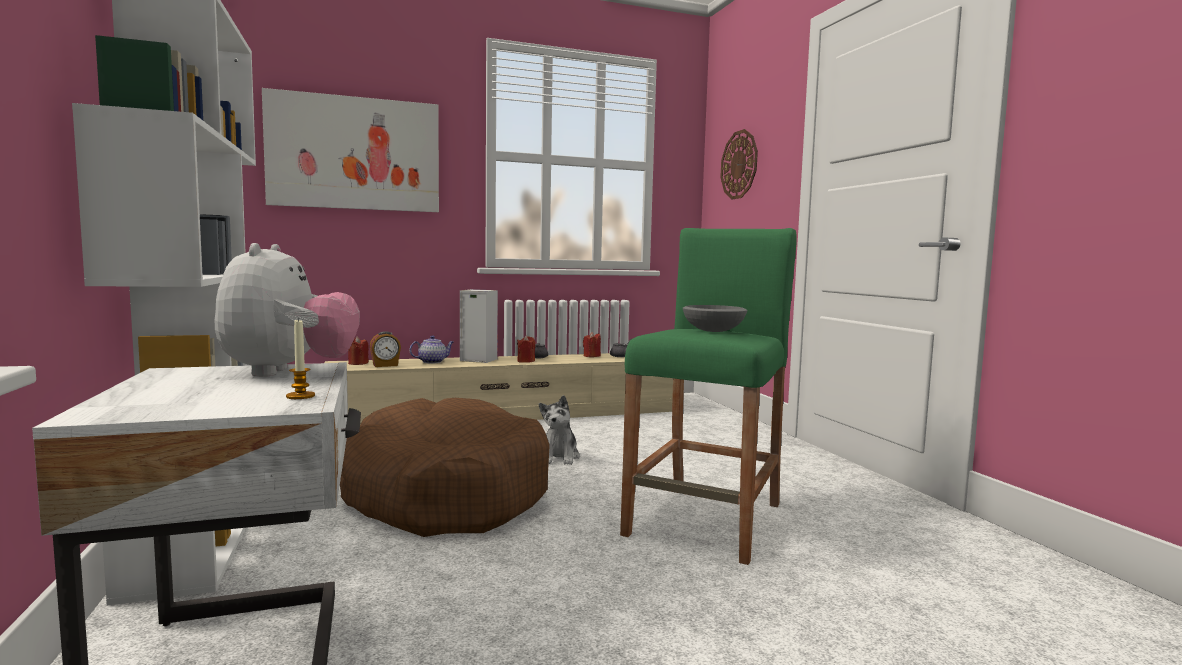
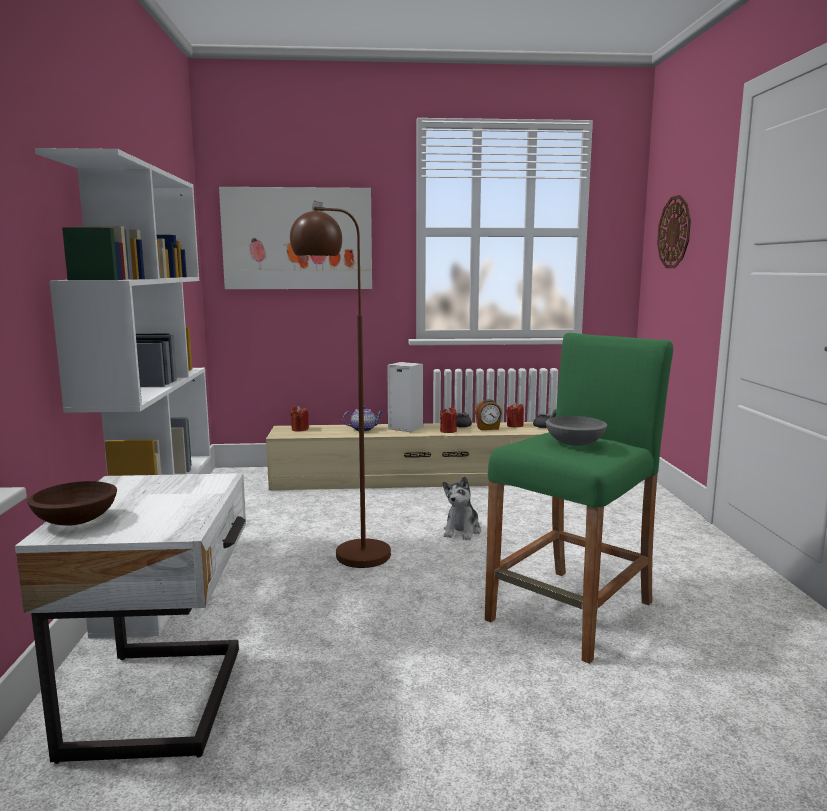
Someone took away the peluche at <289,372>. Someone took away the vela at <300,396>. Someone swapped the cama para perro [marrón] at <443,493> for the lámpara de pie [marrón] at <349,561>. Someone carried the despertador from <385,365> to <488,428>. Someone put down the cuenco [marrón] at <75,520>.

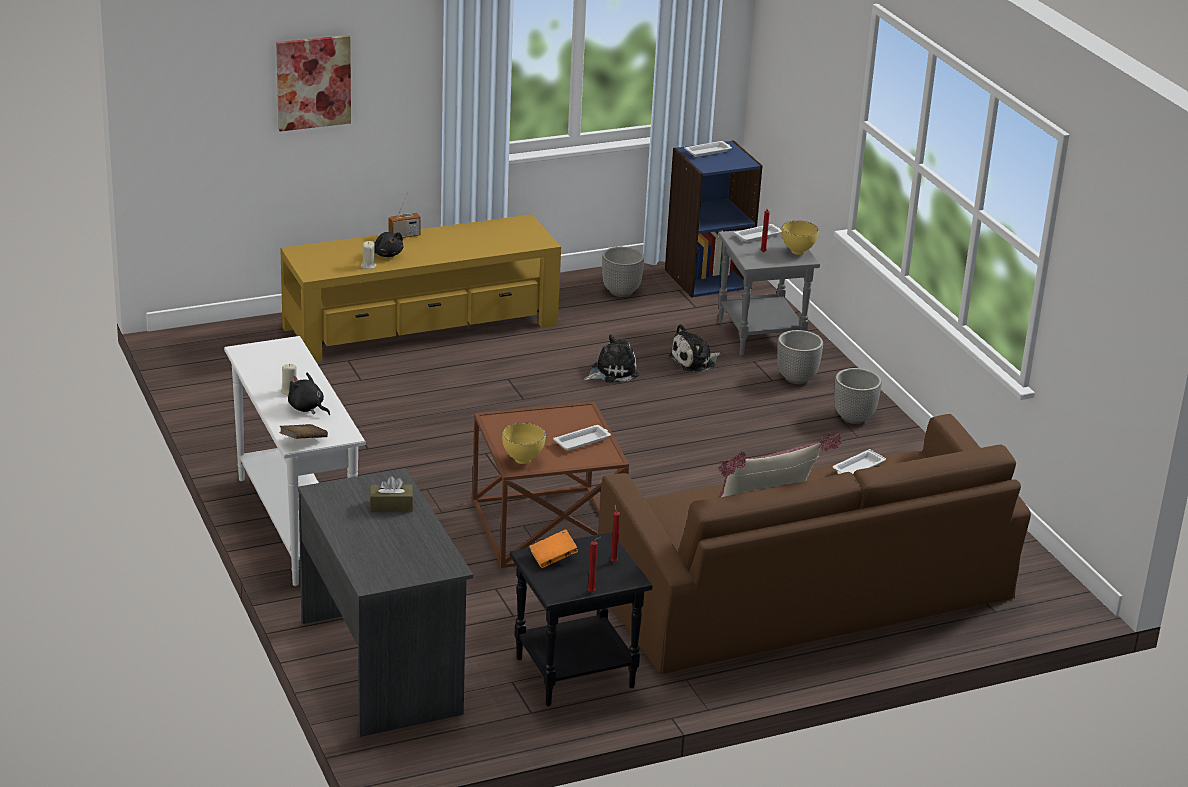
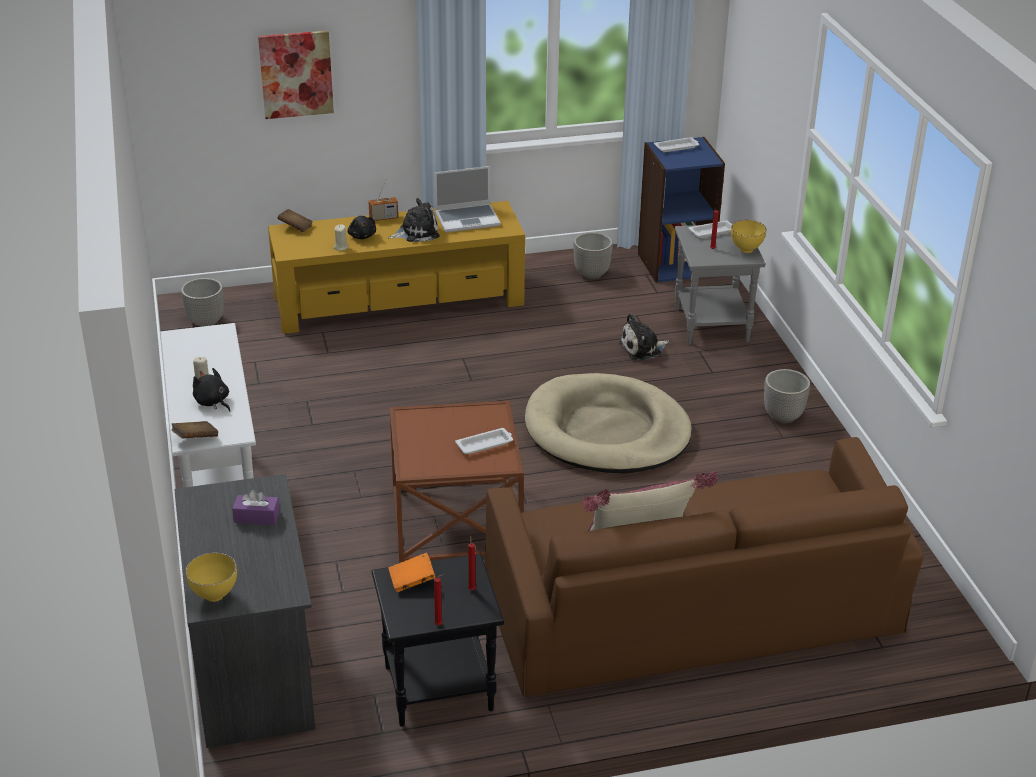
Someone repainted the caja de pañuelos [marrón] at <391,506>, which became the caja de pañuelos [morado] at <257,517>. Someone carried the cuenco [amarillo] from <522,461> to <213,596>. Someone carried the peluche from <611,372> to <416,232>. Someone carried the maceta from <797,378> to <206,322>. Someone took away the bandeja [blanco] at <857,468>. Someone put down the libro [marrón] at <295,228>. Someone put down the portátil at <468,219>. Someone put down the cama para perro [beis] at <607,431>.

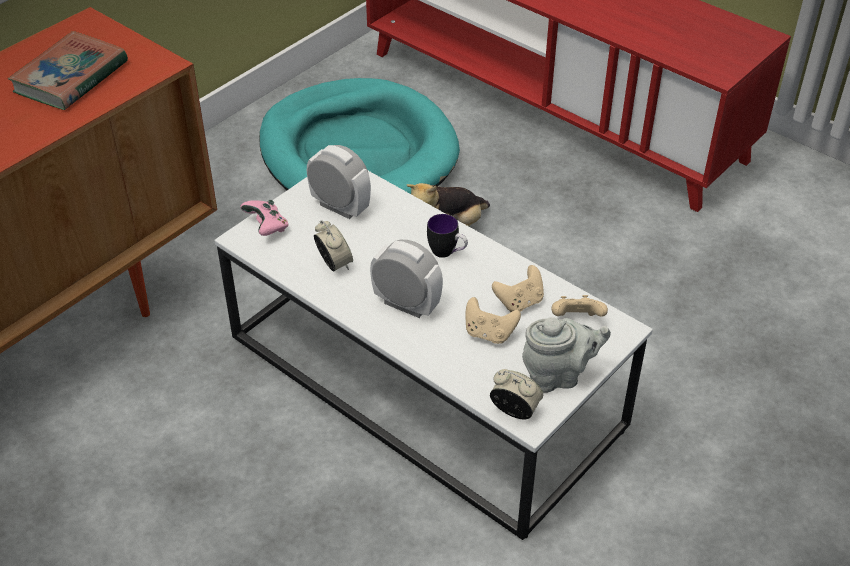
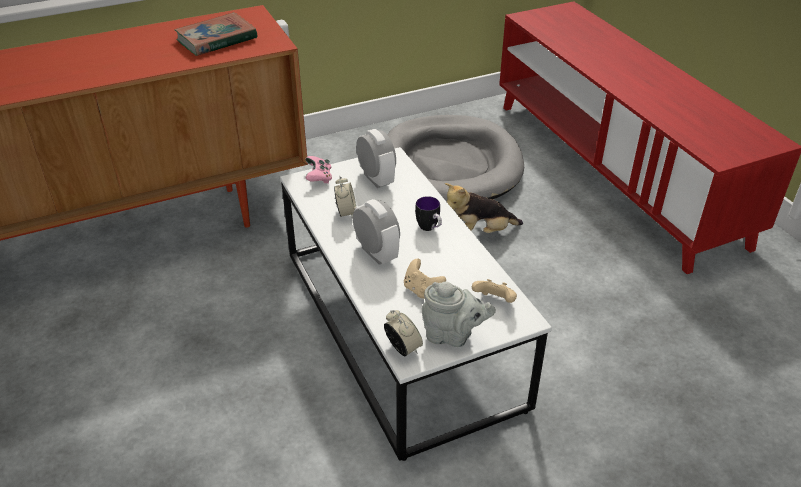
Someone repainted the cama para perro [turquesa] at <358,152>, which became the cama para perro [gris] at <450,165>. Someone took away the mando de consola [beis] at <519,302>.

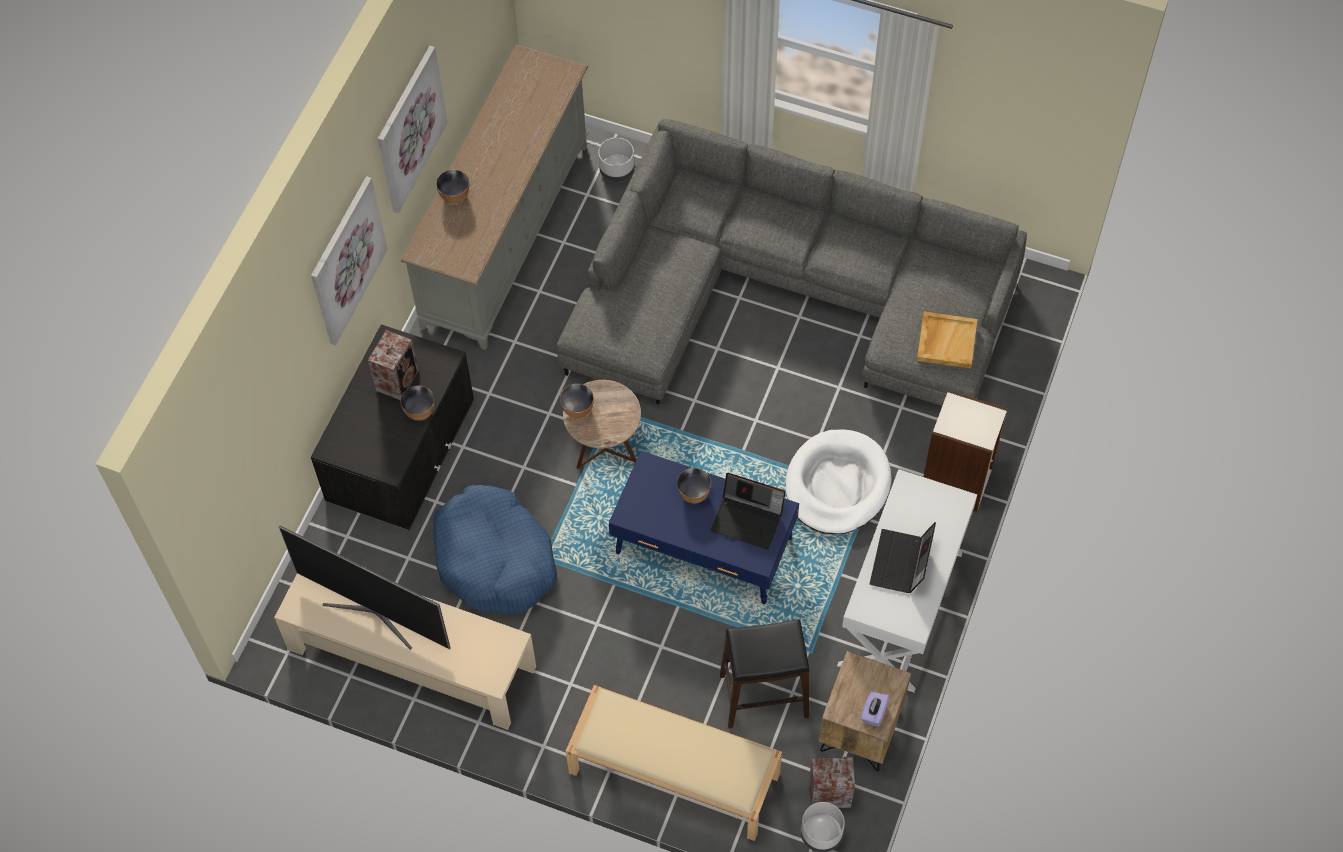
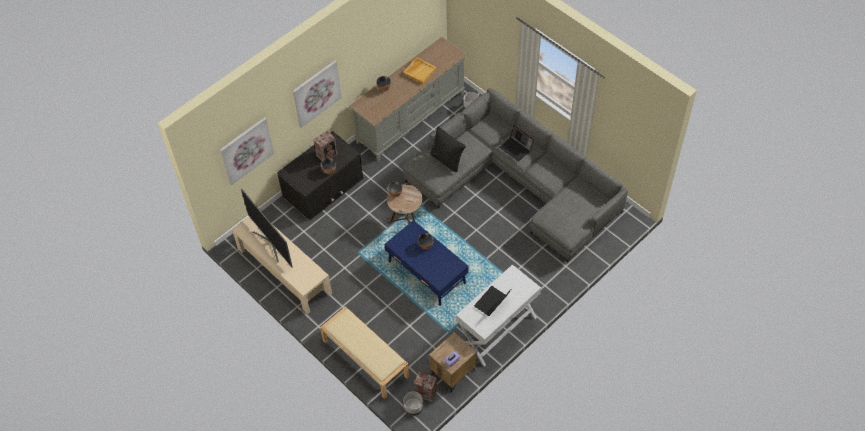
Someone carried the cuadro from <410,129> to <246,150>. Someone took away the cama para perro [azul] at <495,559>. Someone carried the portátil from <748,520> to <516,149>. Someone took away the taburete [negro] at <763,696>. Someone took away the cama para perro [blanco] at <837,485>. Someone carried the bandeja [beis] from <946,341> to <419,71>. Someone took away the estantería at <957,482>. Someone put down the cojín [negro] at <447,161>.

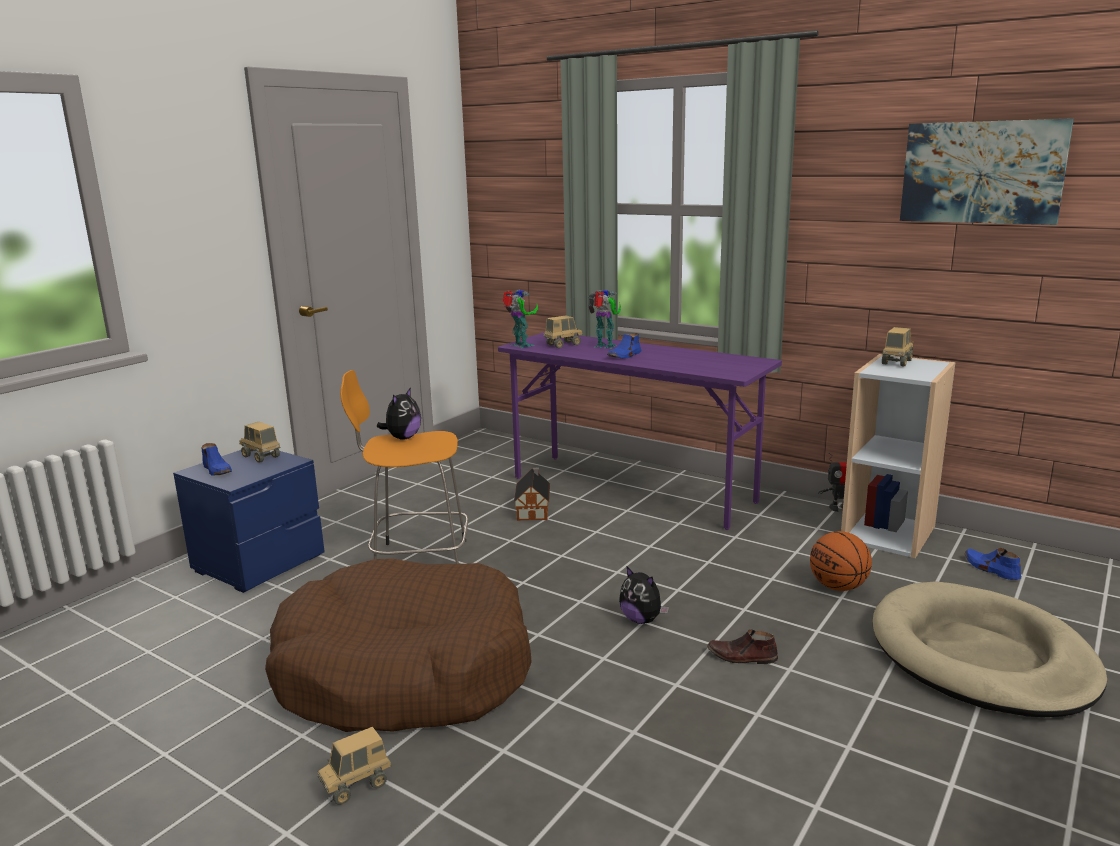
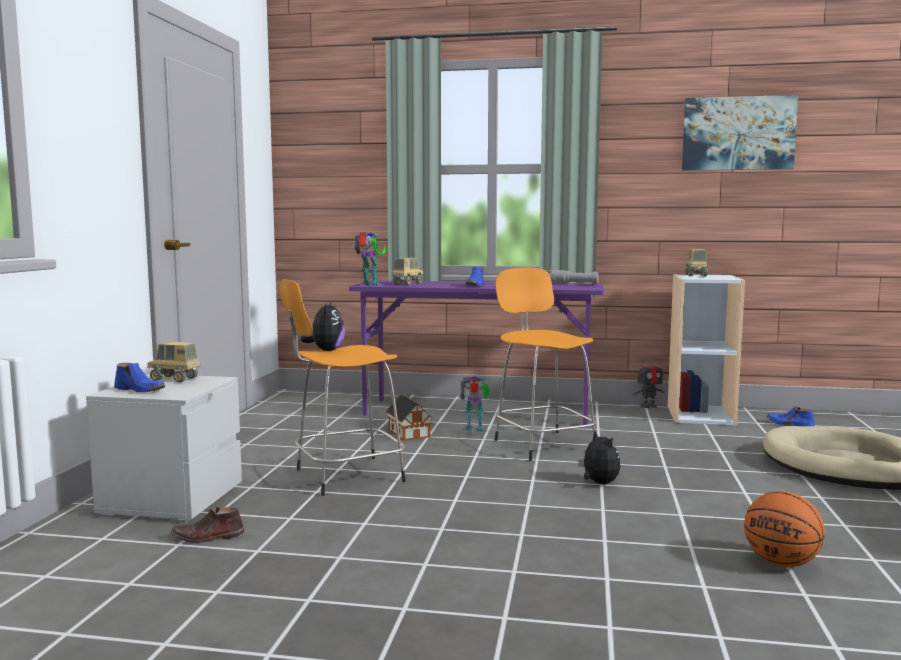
Someone repainted the mesita de noche [azul] at <257,563>, which became the mesita de noche [blanco] at <170,500>. Someone took away the cama para perro [marrón] at <404,672>. Someone took away the camión de juguete at <356,786>. Someone carried the robot de juguete from <605,347> to <475,430>. Someone rotated the peluche at <642,620> by 135 degrees counterclockwise. Someone carried the zapato [marrón] from <742,657> to <207,537>. Someone carried the balón de baloncesto from <838,587> to <781,563>. Someone put down the taburete [naranja] at <542,444>. Someone put down the linterna [gris] at <573,284>.

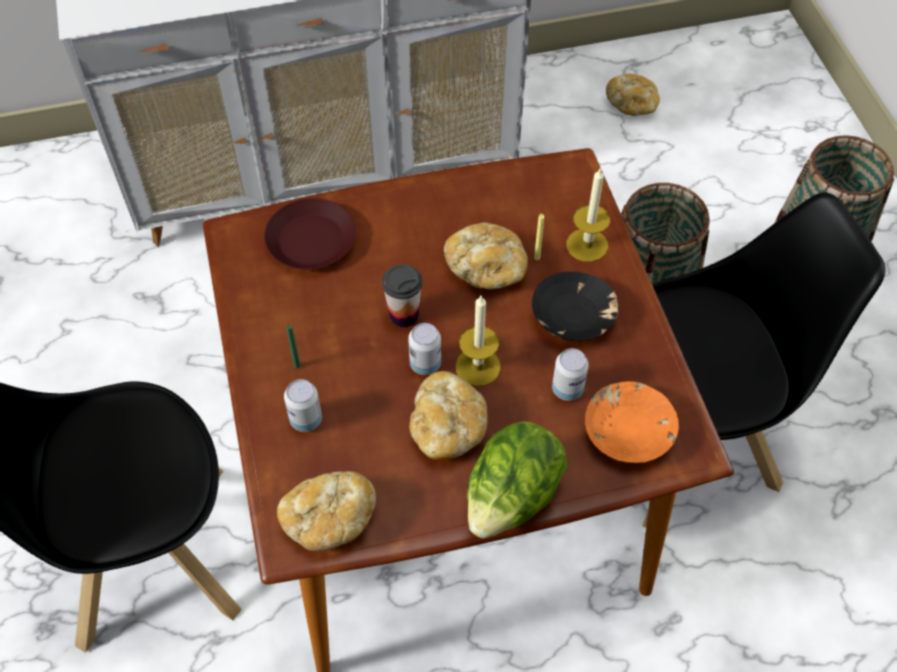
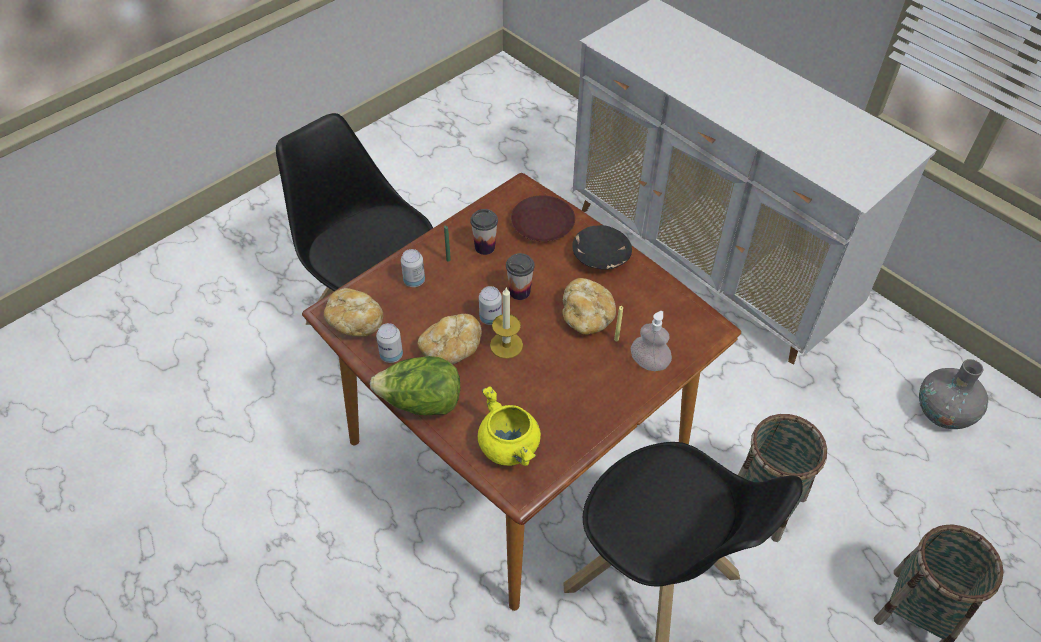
Someone carried the cuenco [negro] from <573,317> to <600,257>. Someone carried the lata from <567,389> to <391,355>. Someone swapped the vela at <587,245> for the dispensador de jabón at <649,362>. Someone swapped the cuenco [naranja] at <629,431> for the olla [amarillo] at <510,447>. Someone swapped the pan at <631,104> for the florero [gris] at <943,413>. Someone put down the taza at <485,247>.

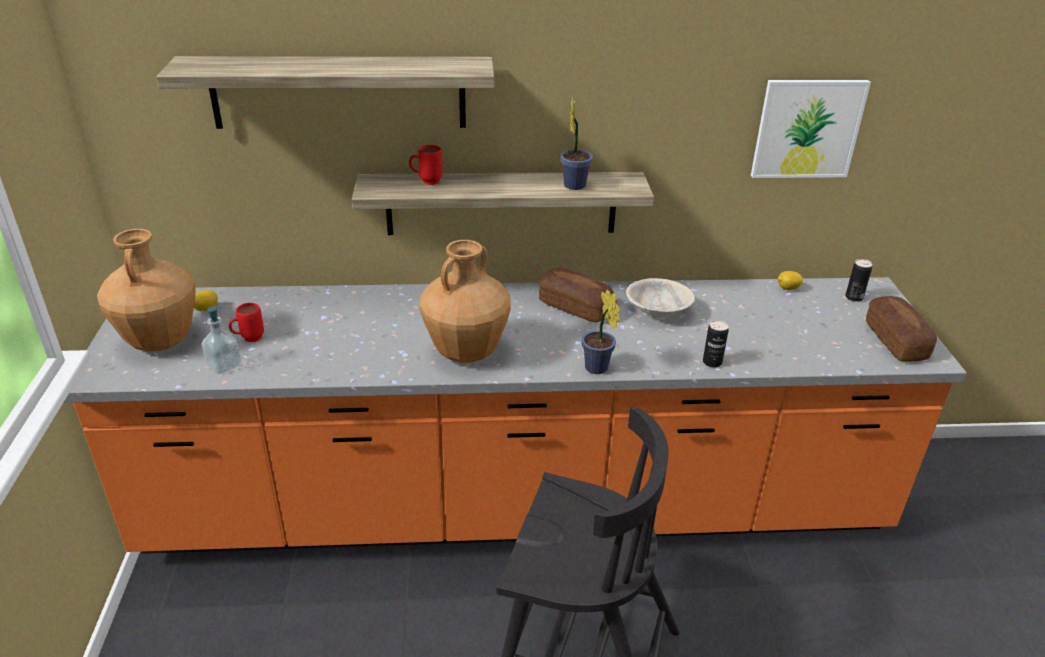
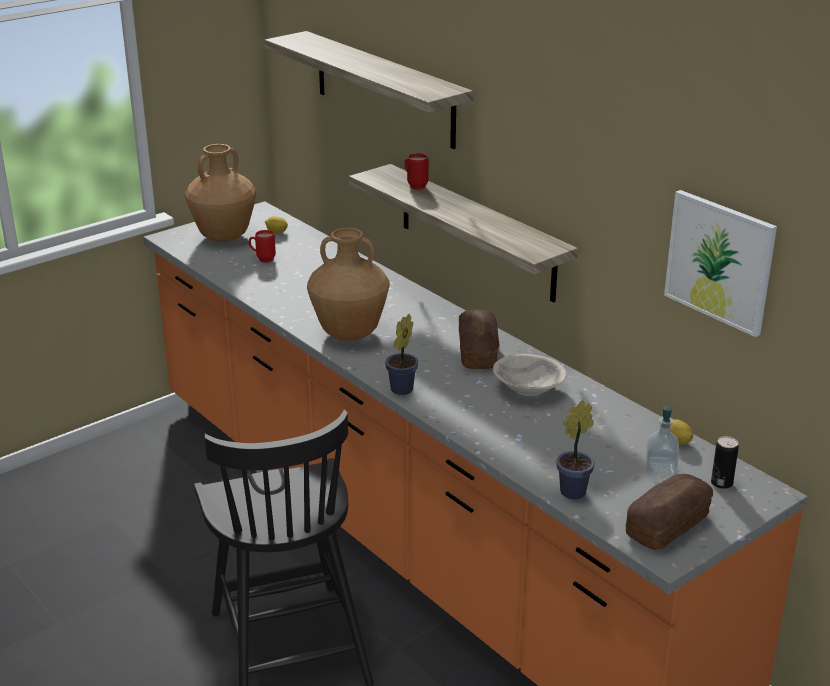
Someone carried the dispensador de jabón from <224,365> to <660,468>. Someone carried the planta en maceta from <574,184> to <575,491>. Someone took away the lata at <712,362>.

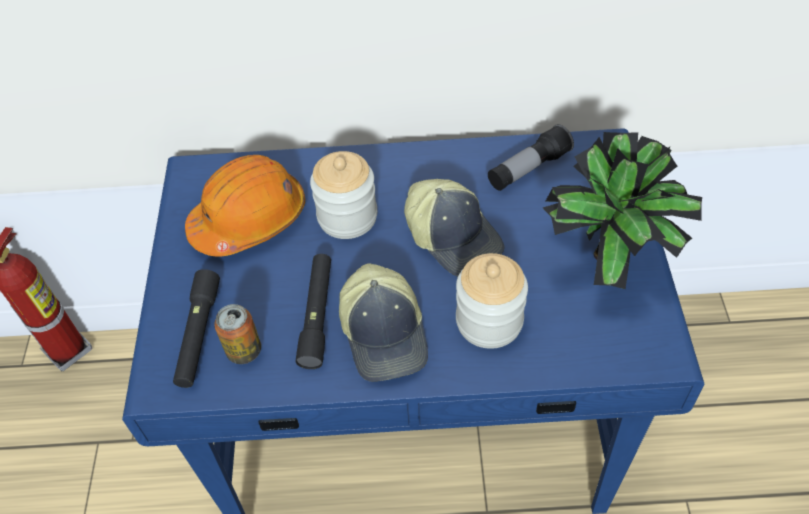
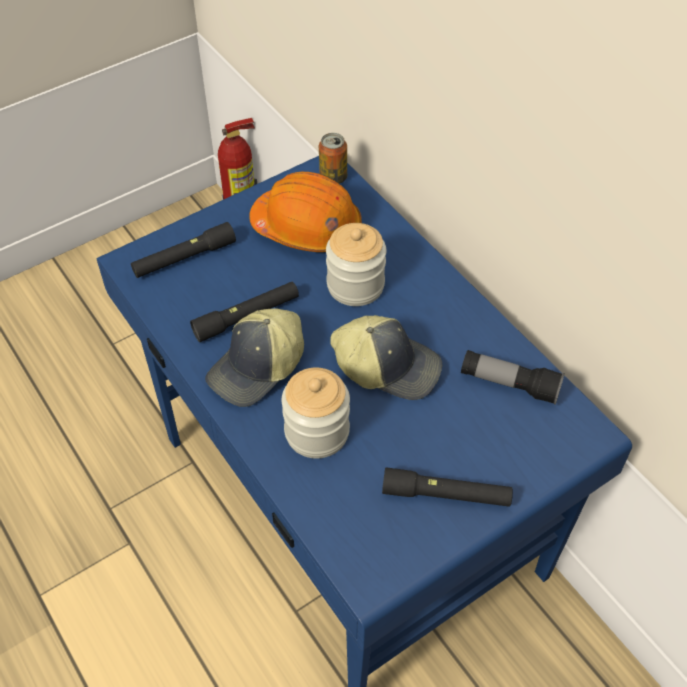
Someone carried the lata from <244,351> to <333,177>. Someone rotated the gorra at <454,237> by 90 degrees counterclockwise. Someone swapped the planta en maceta at <610,261> for the linterna [negro] at <446,495>.

